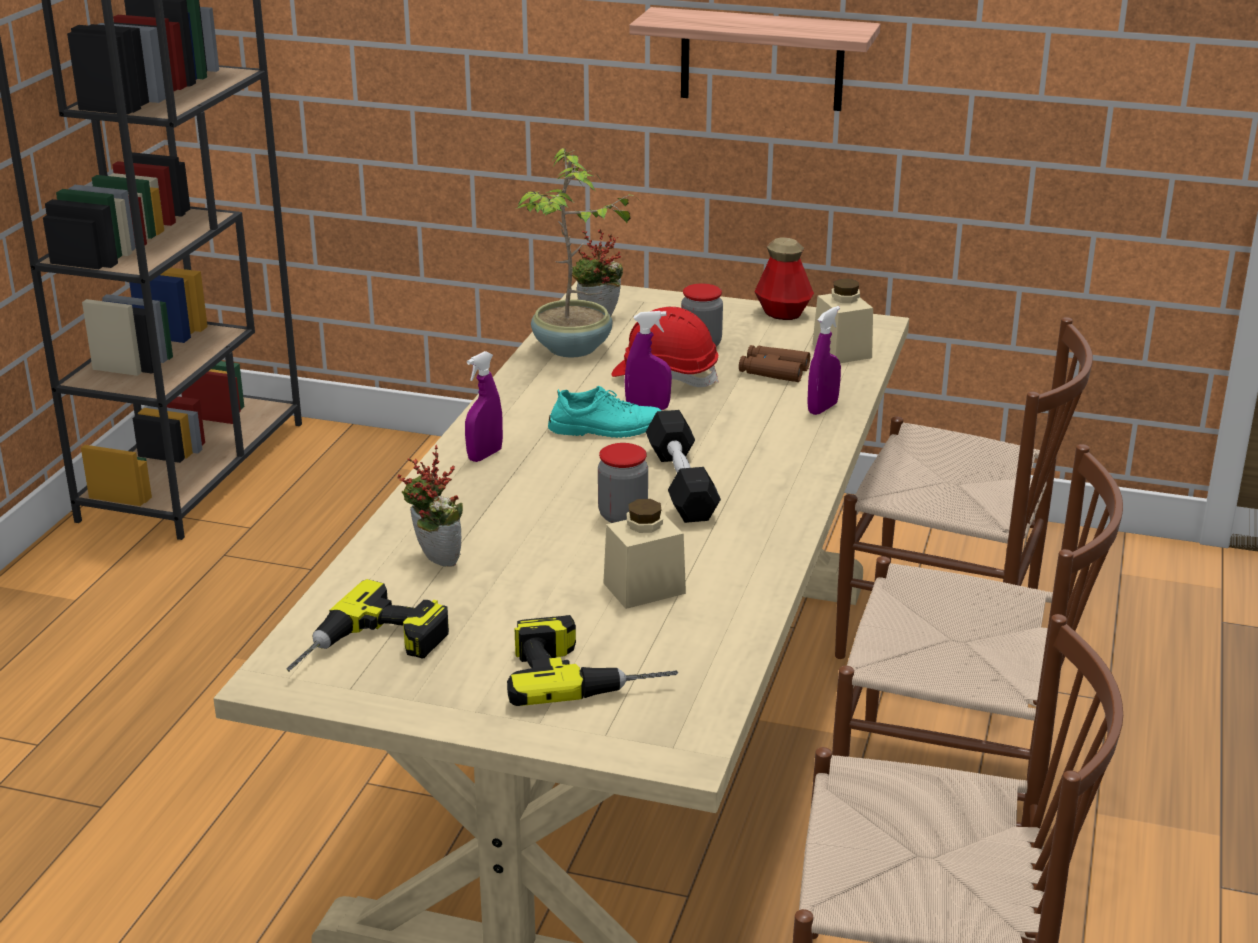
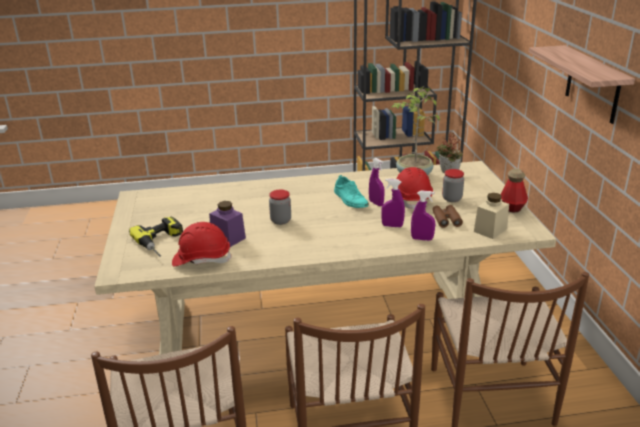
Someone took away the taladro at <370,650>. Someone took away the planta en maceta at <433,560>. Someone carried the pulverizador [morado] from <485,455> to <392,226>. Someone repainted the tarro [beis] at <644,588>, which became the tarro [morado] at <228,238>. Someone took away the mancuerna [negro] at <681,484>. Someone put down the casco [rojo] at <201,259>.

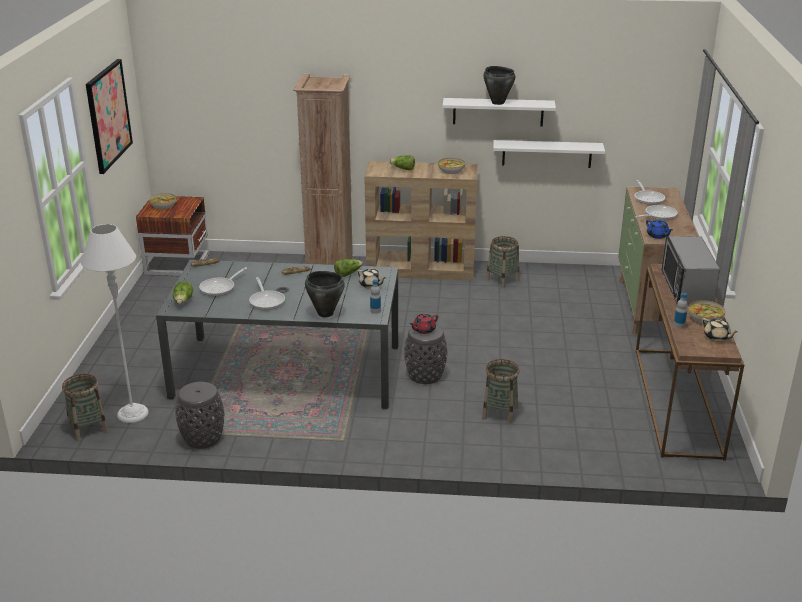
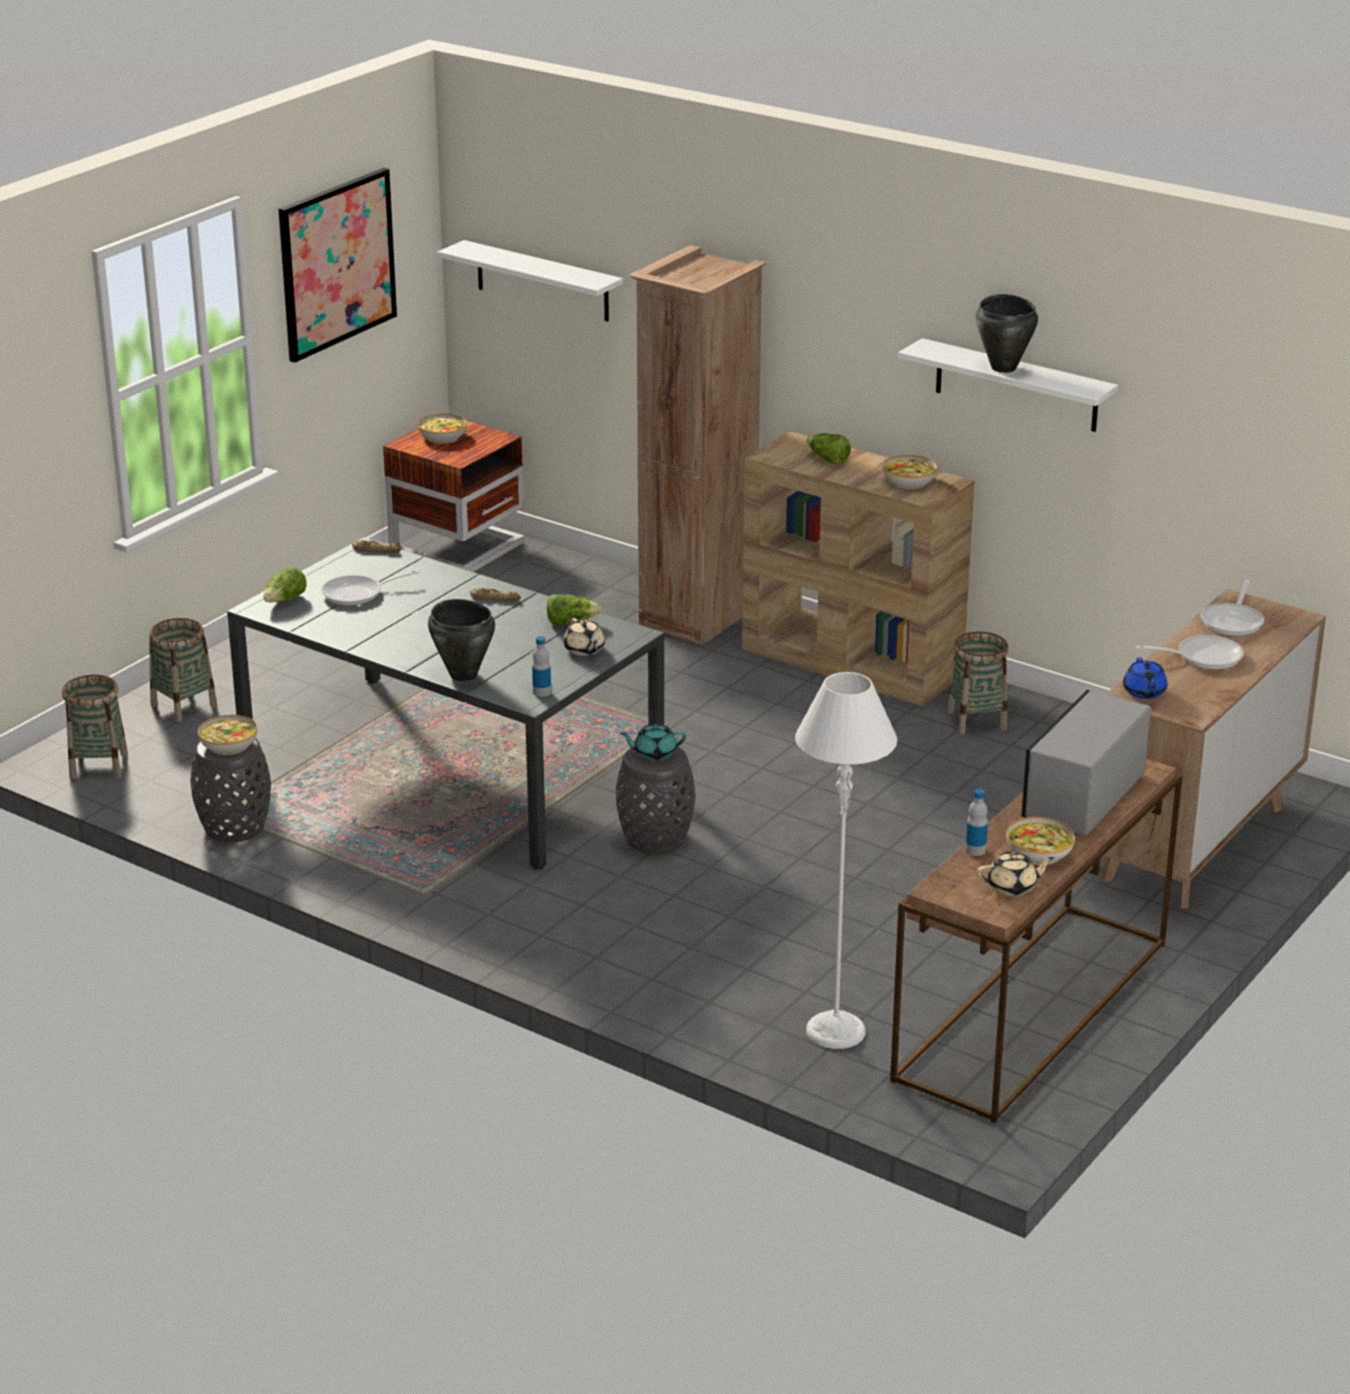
Someone carried the lámpara de pie [blanco] from <132,414> to <835,1031>. Someone took away the sartén at <266,301>. Someone repainted the tetera [rojo] at <423,330>, which became the tetera [turquesa] at <654,753>. Someone carried the cesta from <499,413> to <183,706>. Someone carried the estante [blanco] from <547,154> to <542,281>. Someone rotated the tetera [beis] at <717,337> by 90 degrees counterclockwise. Someone put down the cuenco at <229,745>.

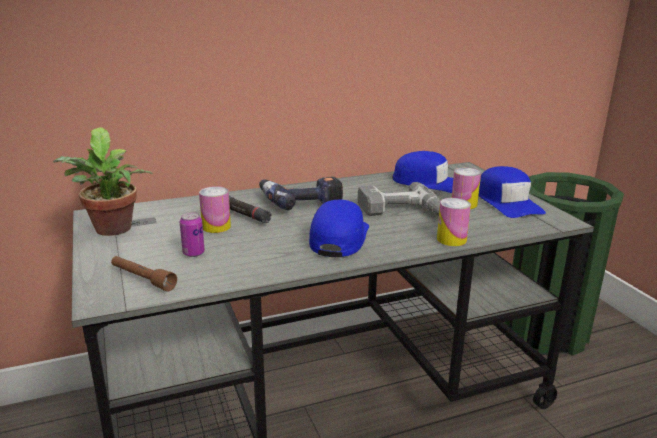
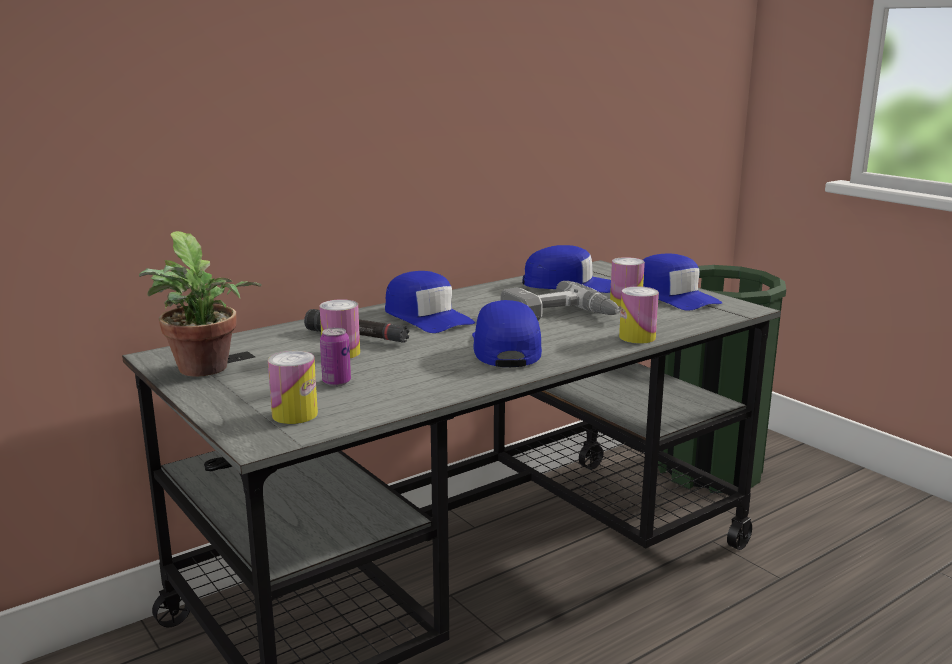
Someone swapped the linterna [marrón] at <142,279> for the lata at <295,414>. Someone swapped the taladro at <300,201> for the gorra [azul] at <426,317>.

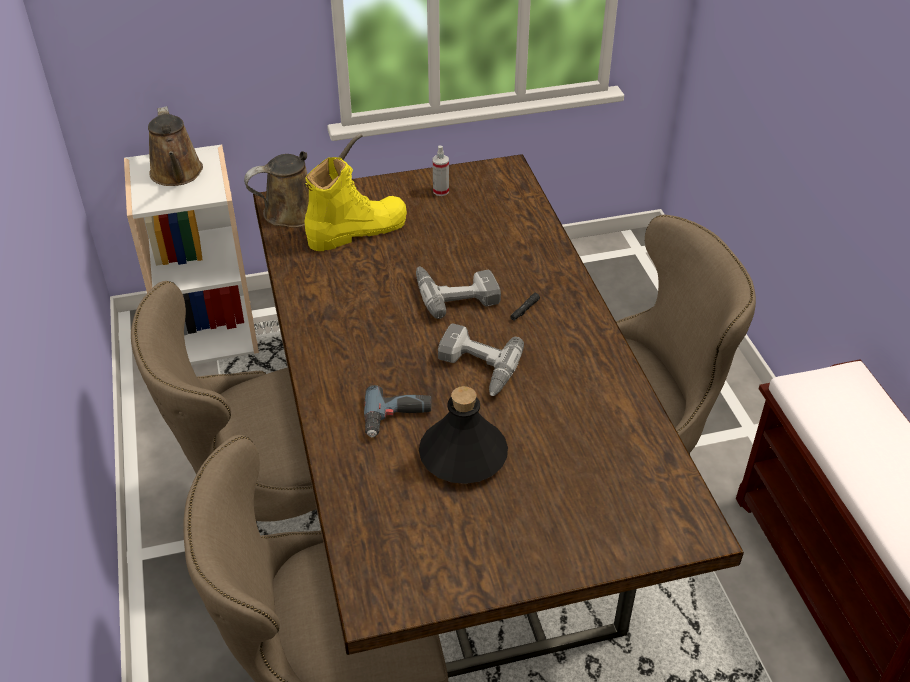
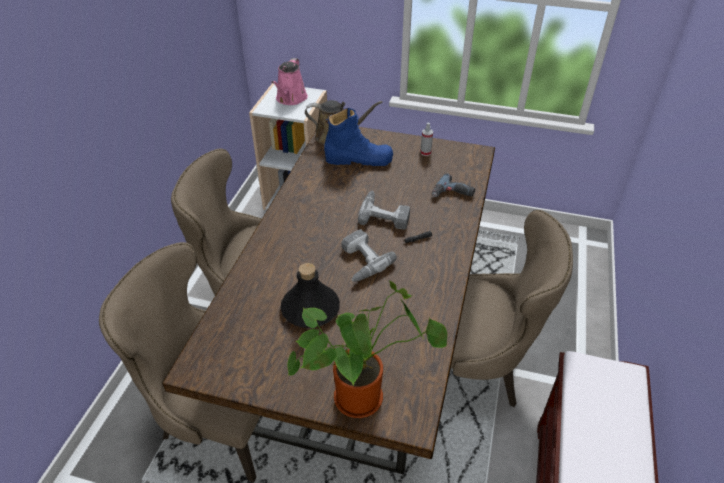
Someone repainted the regadera [marrón] at <177,174>, which became the regadera [rosa] at <290,99>. Someone repainted the bota [amarillo] at <357,231>, which became the bota [azul] at <359,159>. Someone carried the taladro from <397,418> to <452,194>. Someone put down the planta en maceta at <362,395>.

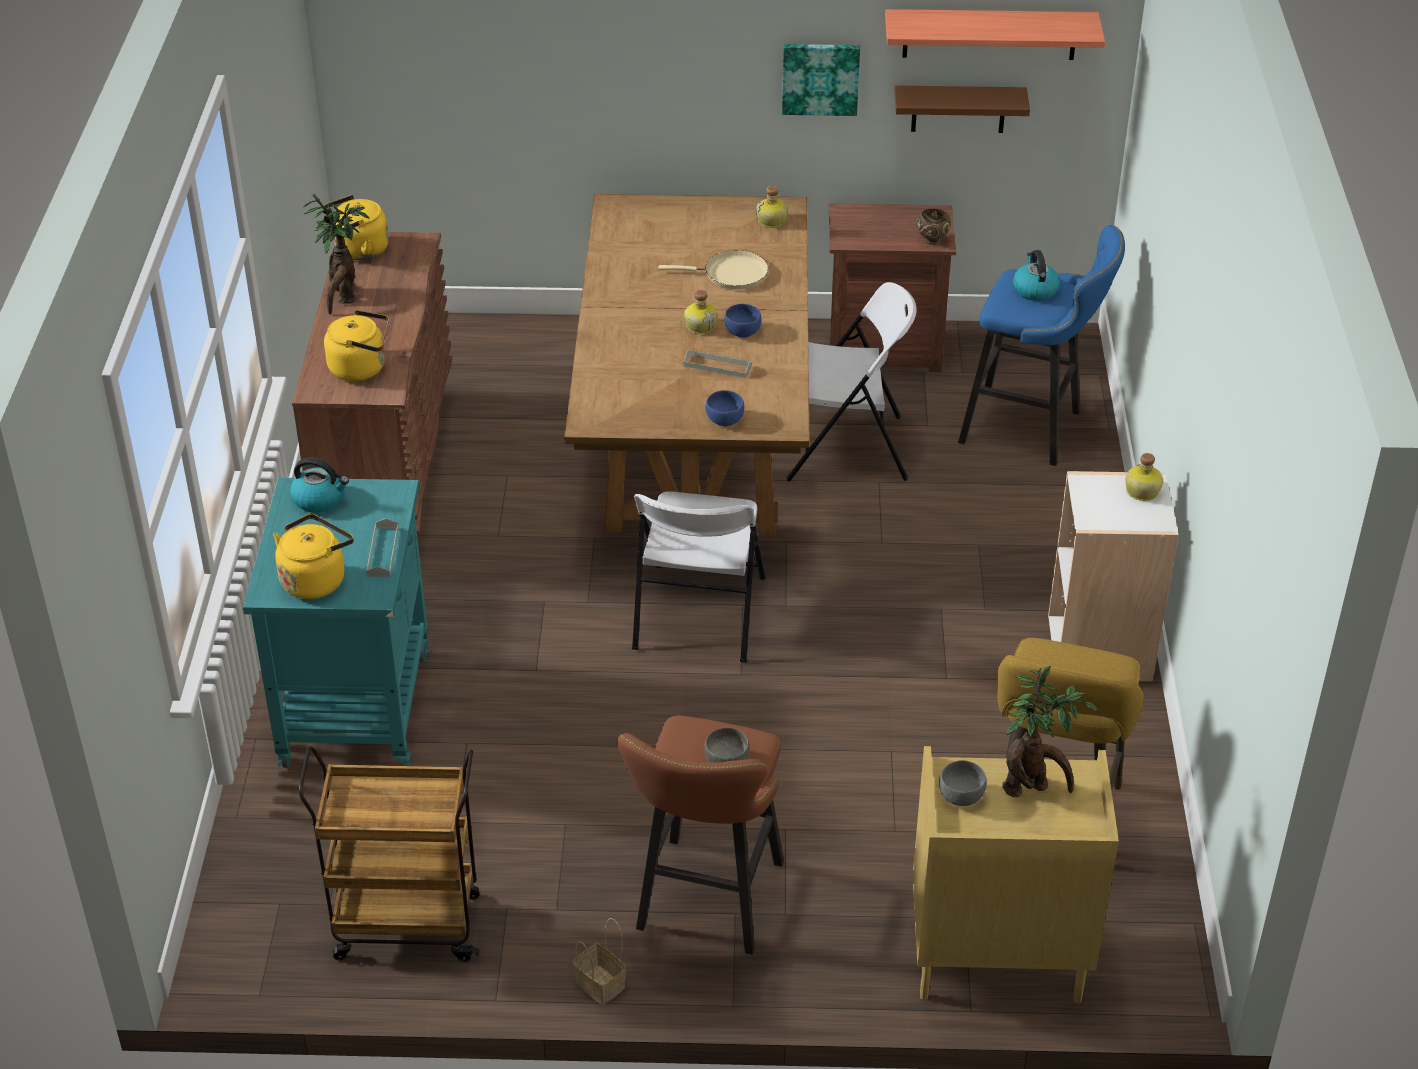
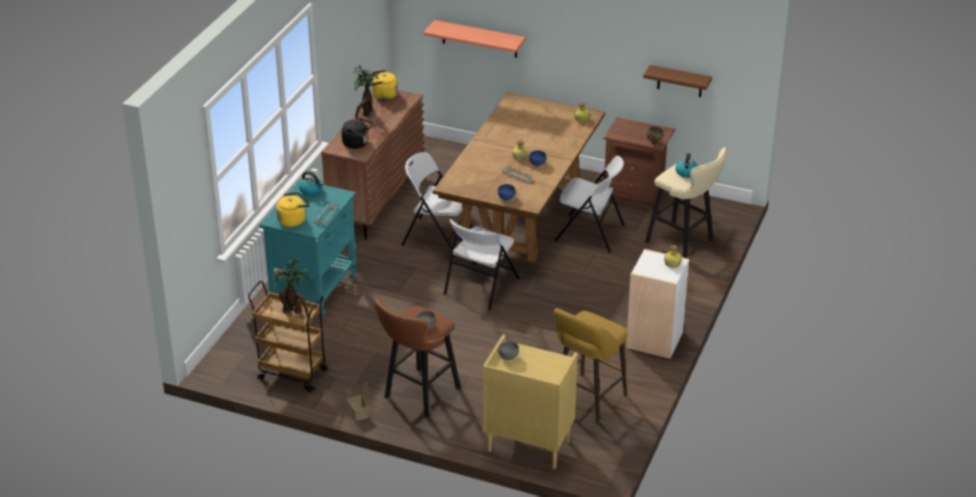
Someone repainted the hervidor [amarillo] at <361,368>, which became the hervidor [negro] at <357,144>. Someone took away the sartén [beis] at <731,274>. Someone took away the cuadro at <820,78>. Someone carried the estante from <989,34> to <479,39>. Someone repainted the taburete [azul] at <1035,430>, which became the taburete [beis] at <685,244>. Someone carried the planta en maceta from <1032,788> to <294,312>. Someone put down the silla [blanco] at <437,236>.

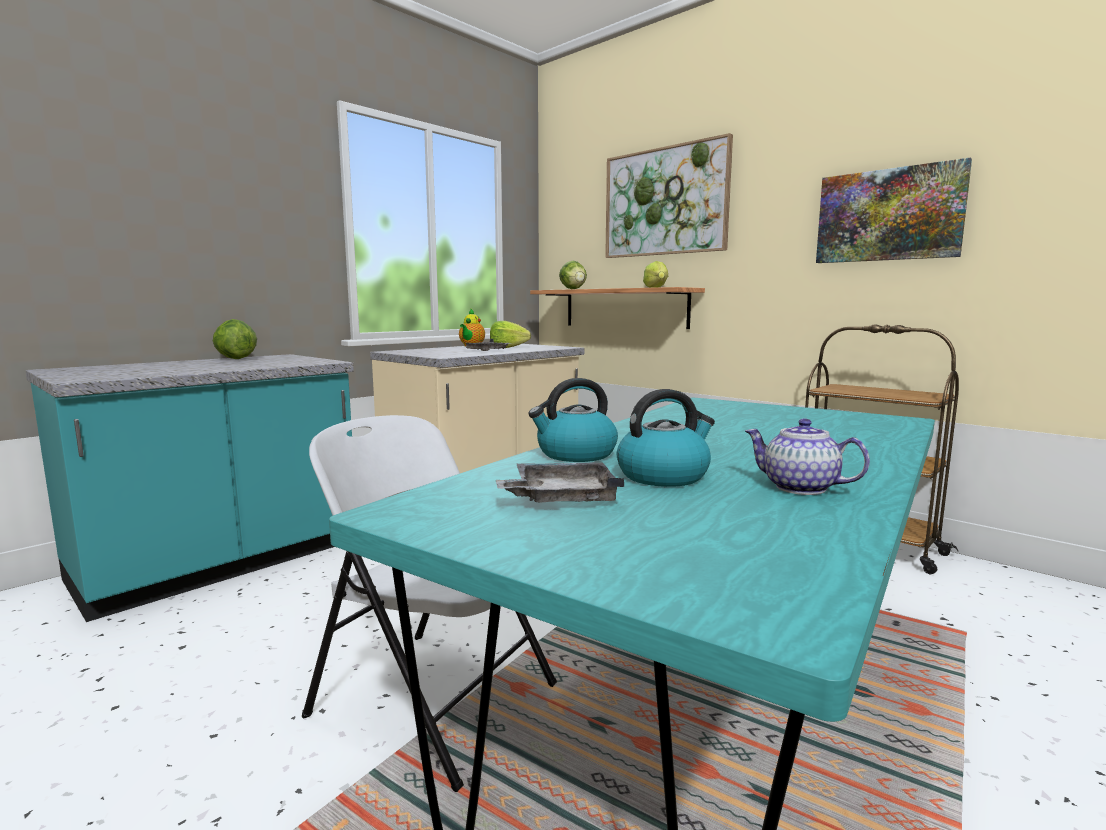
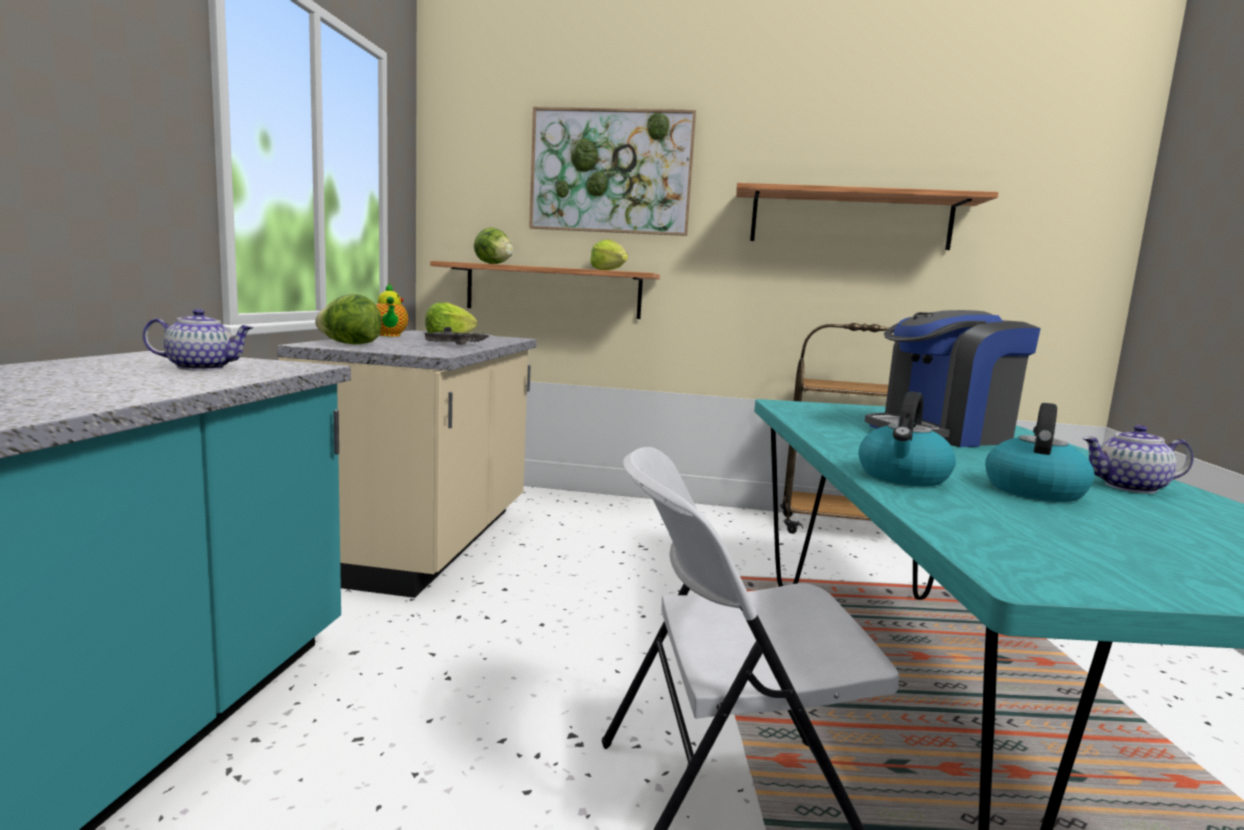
Someone carried the lechuga from <235,359> to <350,344>. Someone took away the bandeja [gris] at <561,498>. Someone swapped the cuadro at <888,215> for the estante at <850,220>. Someone put down the tetera at <202,368>. Someone put down the cafetera at <942,434>.

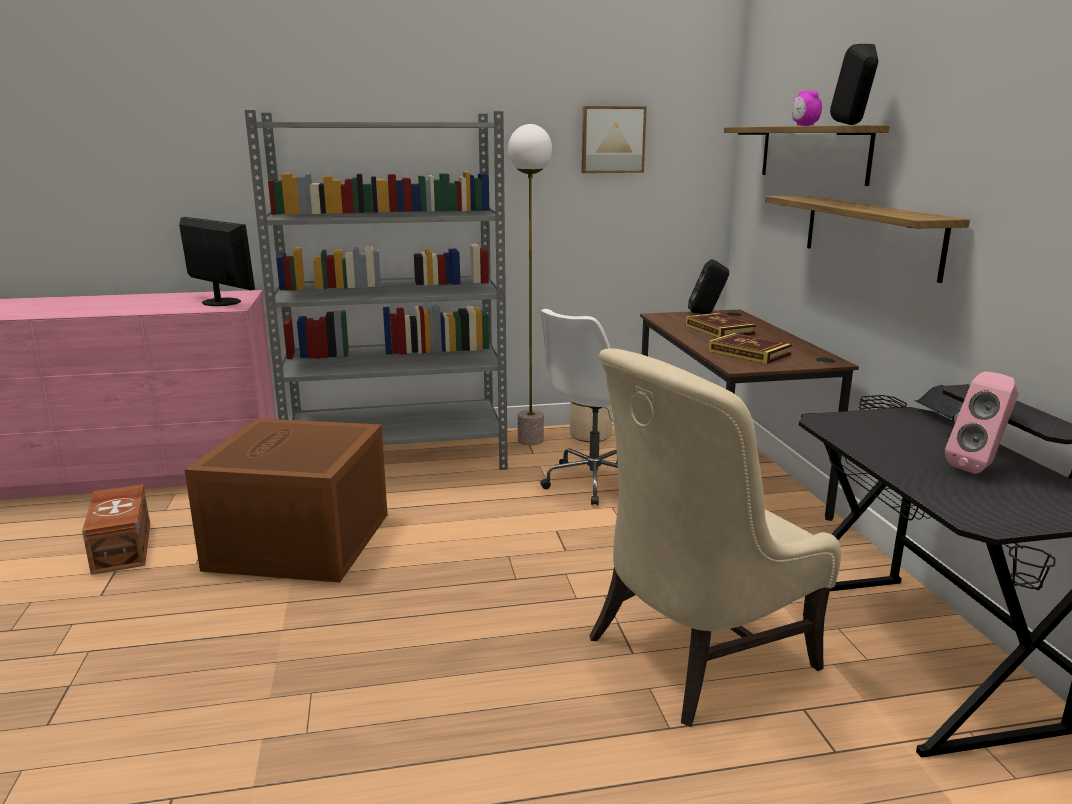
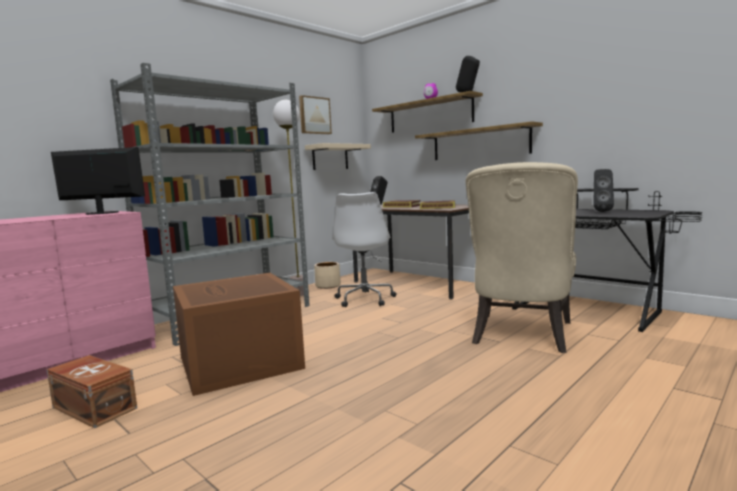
Someone repainted the altavoz [rosa] at <978,468>, which became the altavoz [negro] at <601,211>. Someone put up the estante [beis] at <330,157>.

